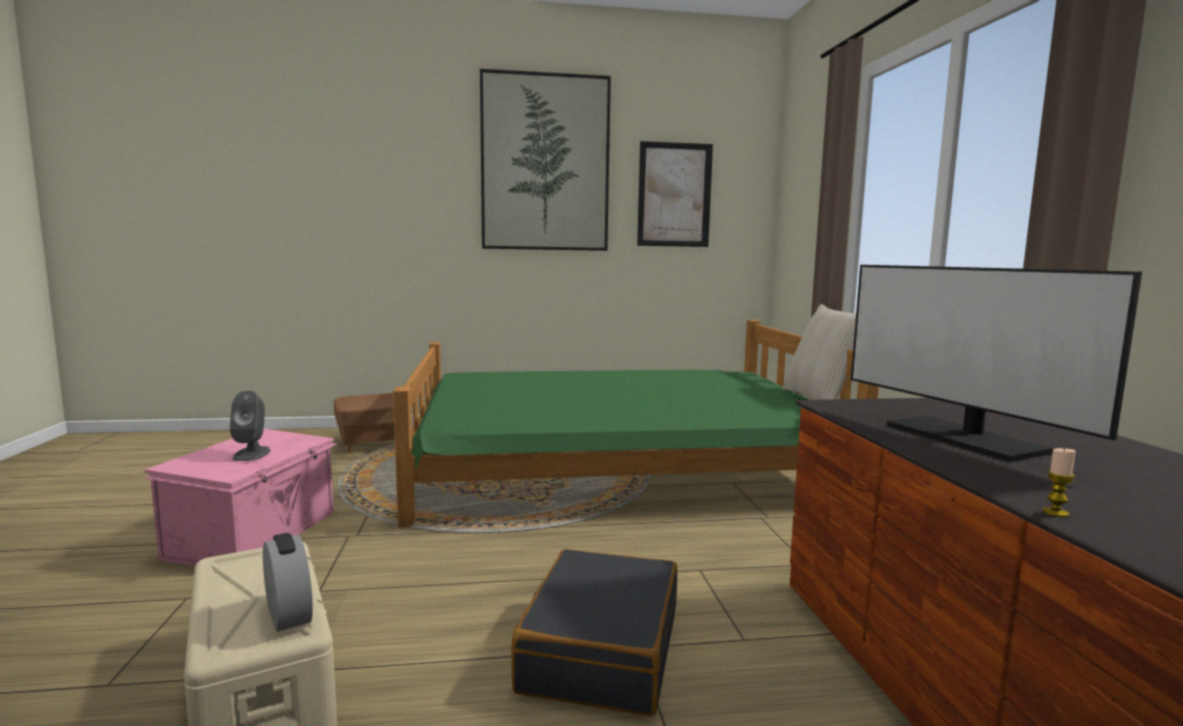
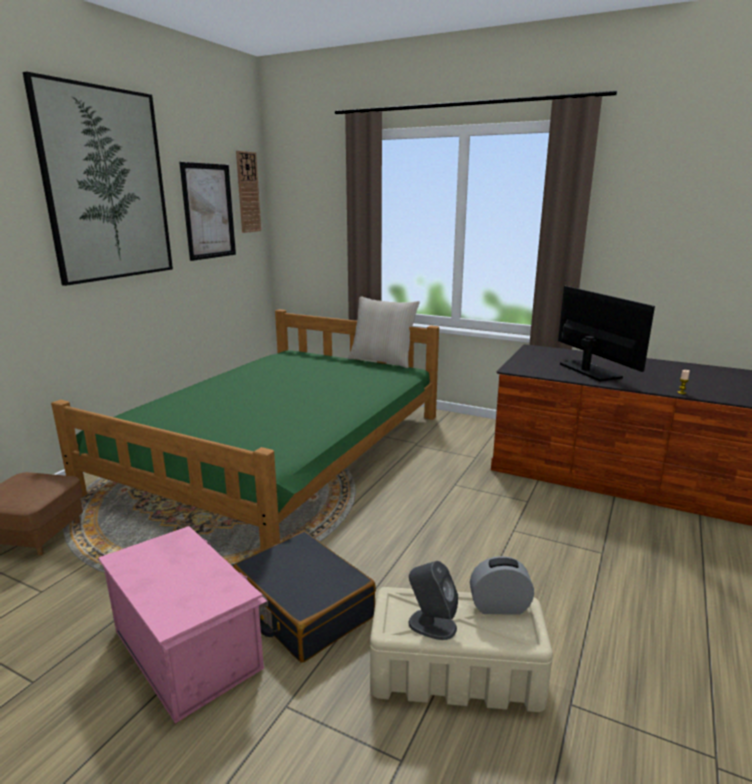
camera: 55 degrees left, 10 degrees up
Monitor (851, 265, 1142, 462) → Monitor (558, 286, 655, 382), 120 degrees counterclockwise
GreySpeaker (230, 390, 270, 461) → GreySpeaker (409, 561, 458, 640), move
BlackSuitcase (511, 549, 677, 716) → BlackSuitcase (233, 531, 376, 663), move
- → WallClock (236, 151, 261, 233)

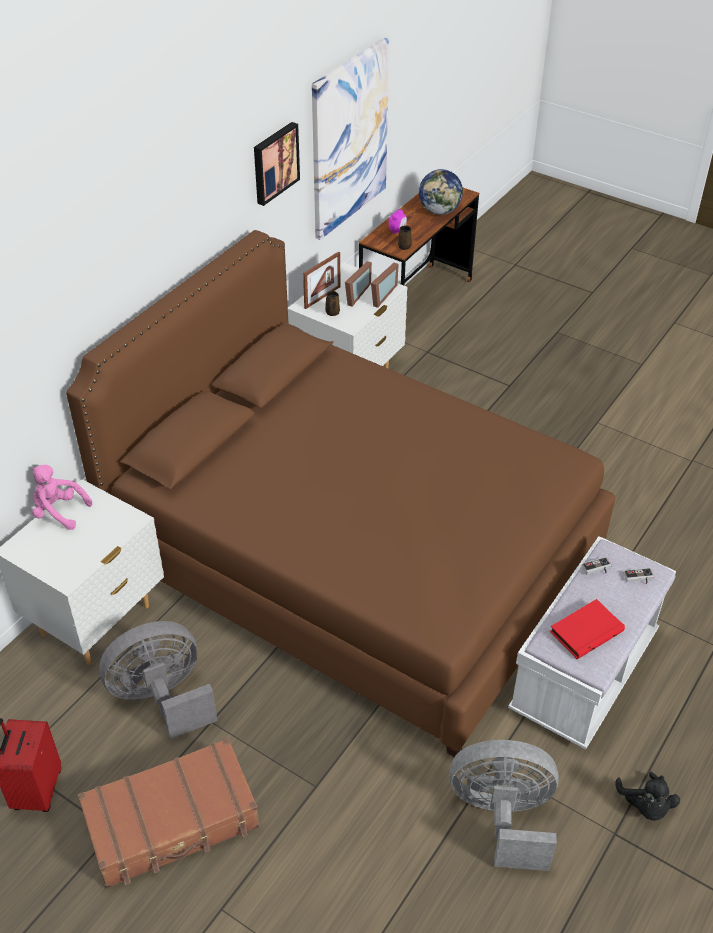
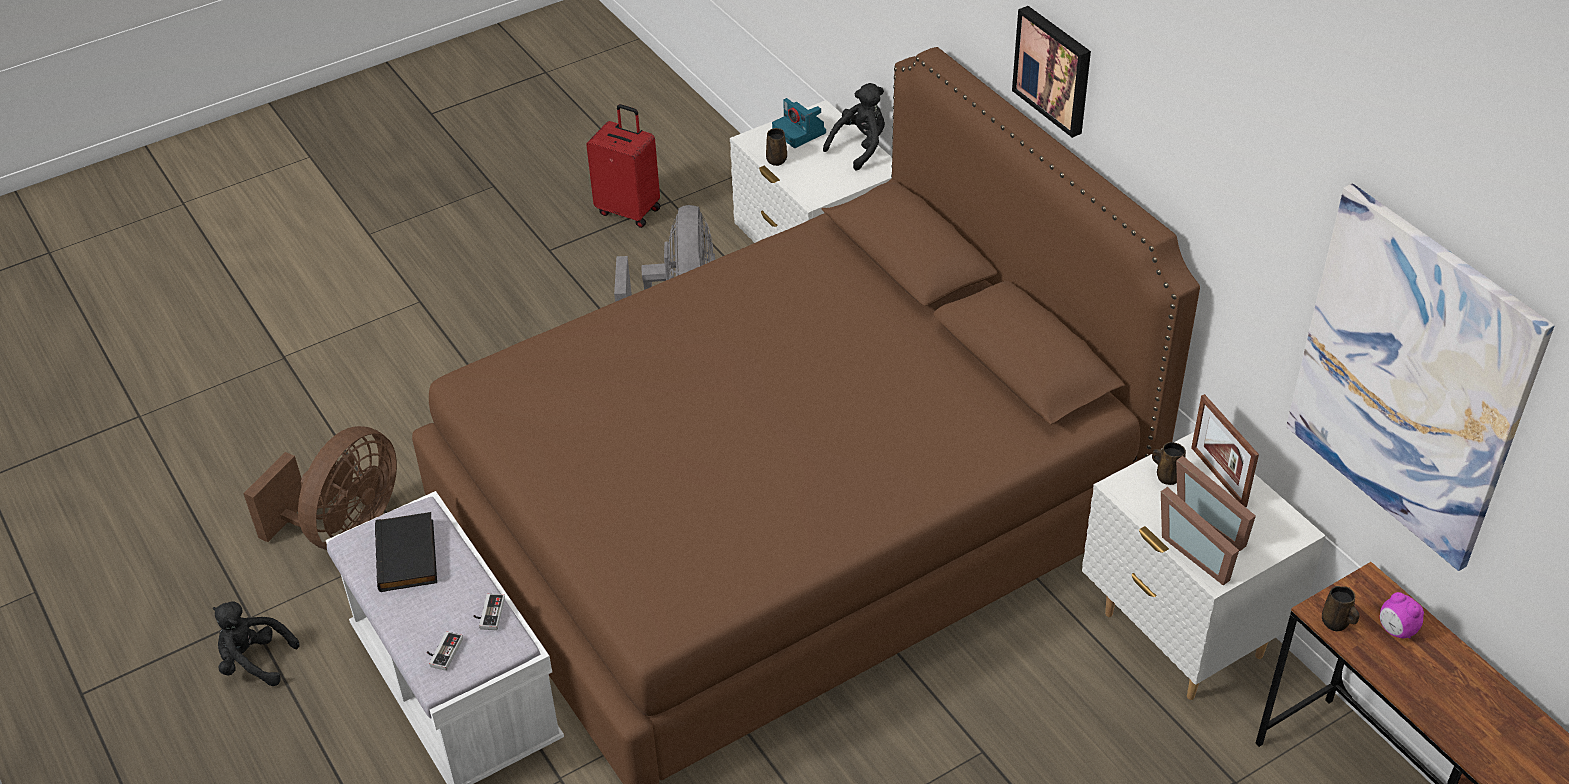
camera: 115 degrees right, 0 degrees up
Picture (254, 122, 300, 206) → Picture (1012, 6, 1091, 138), move
Globe (419, 169, 463, 215) → -
PinkPlushToy (32, 465, 92, 530) → BlackPlushToy (823, 83, 885, 171)
RedBook (550, 599, 625, 659) → BlackBook (375, 512, 437, 592)
BrownSuitcase (78, 738, 260, 888) → -
GreyFan (449, 740, 559, 871) → BrownFan (243, 426, 397, 550)
- → PhotoCamera (772, 98, 826, 148)
- → BrownMug (766, 128, 787, 166)

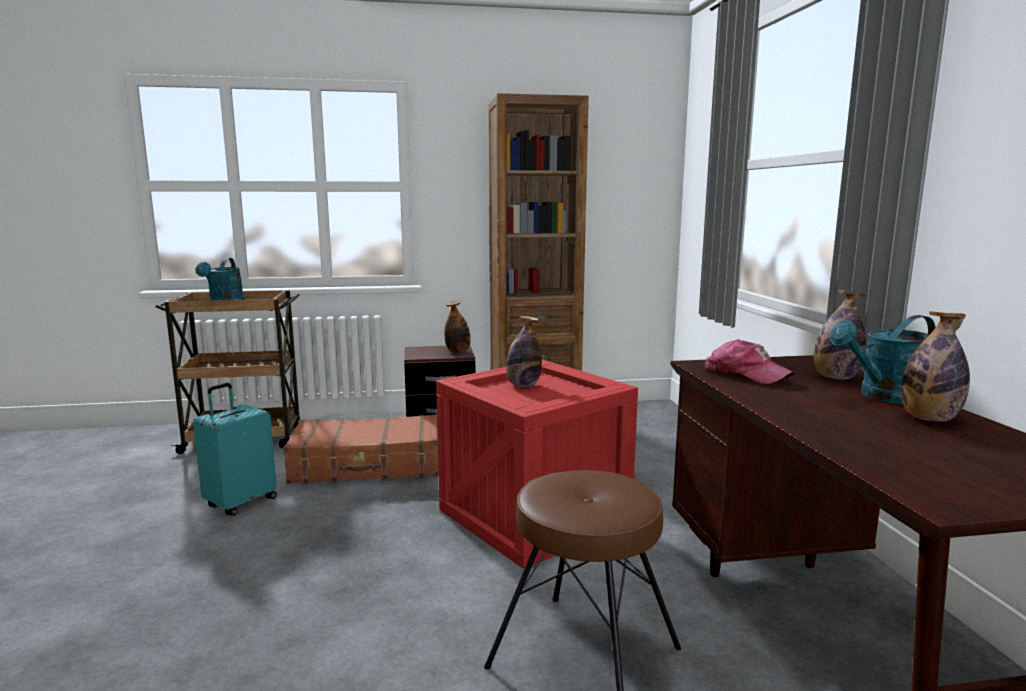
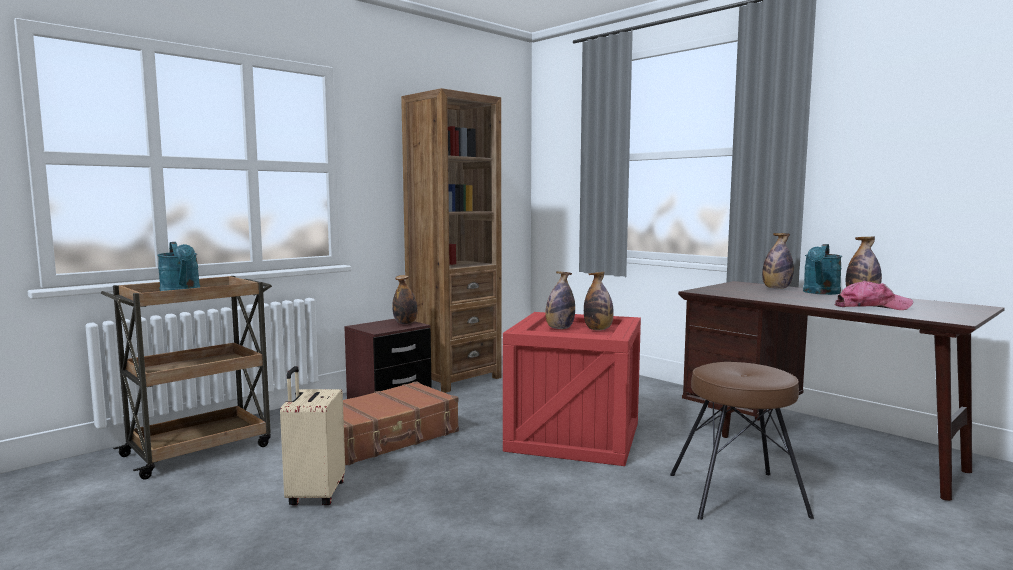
camera: 35 degrees left, 5 degrees down
Cap (705, 339, 794, 384) → Cap (835, 281, 913, 310), move
TurquoiseSuitcase (193, 383, 277, 516) → BeigeSuitcase (280, 366, 345, 505)
- → Bottle (584, 271, 614, 330)

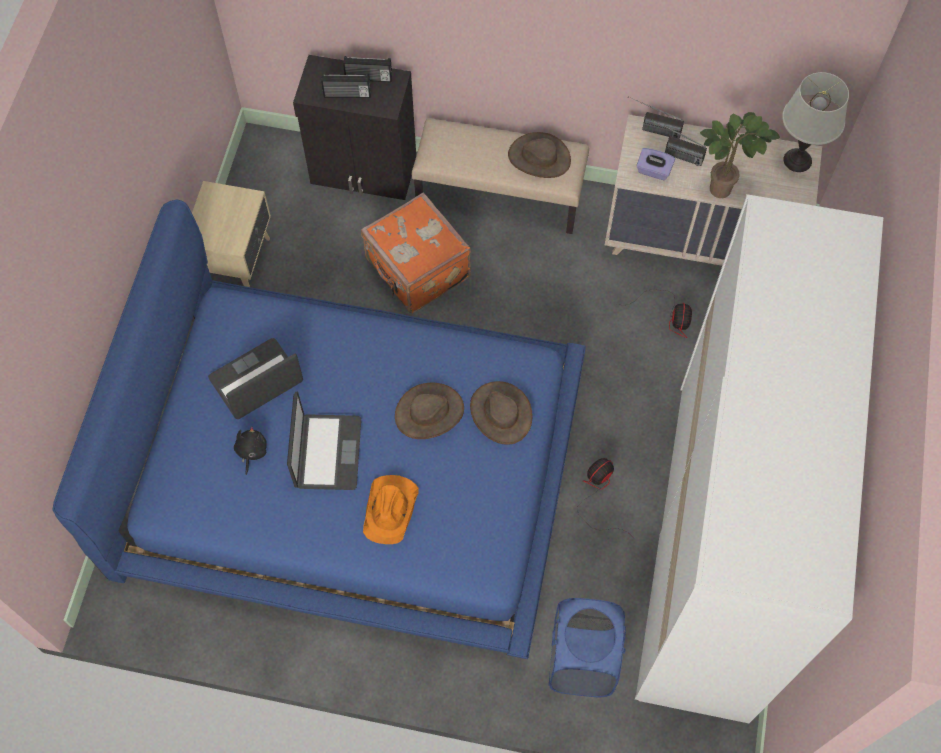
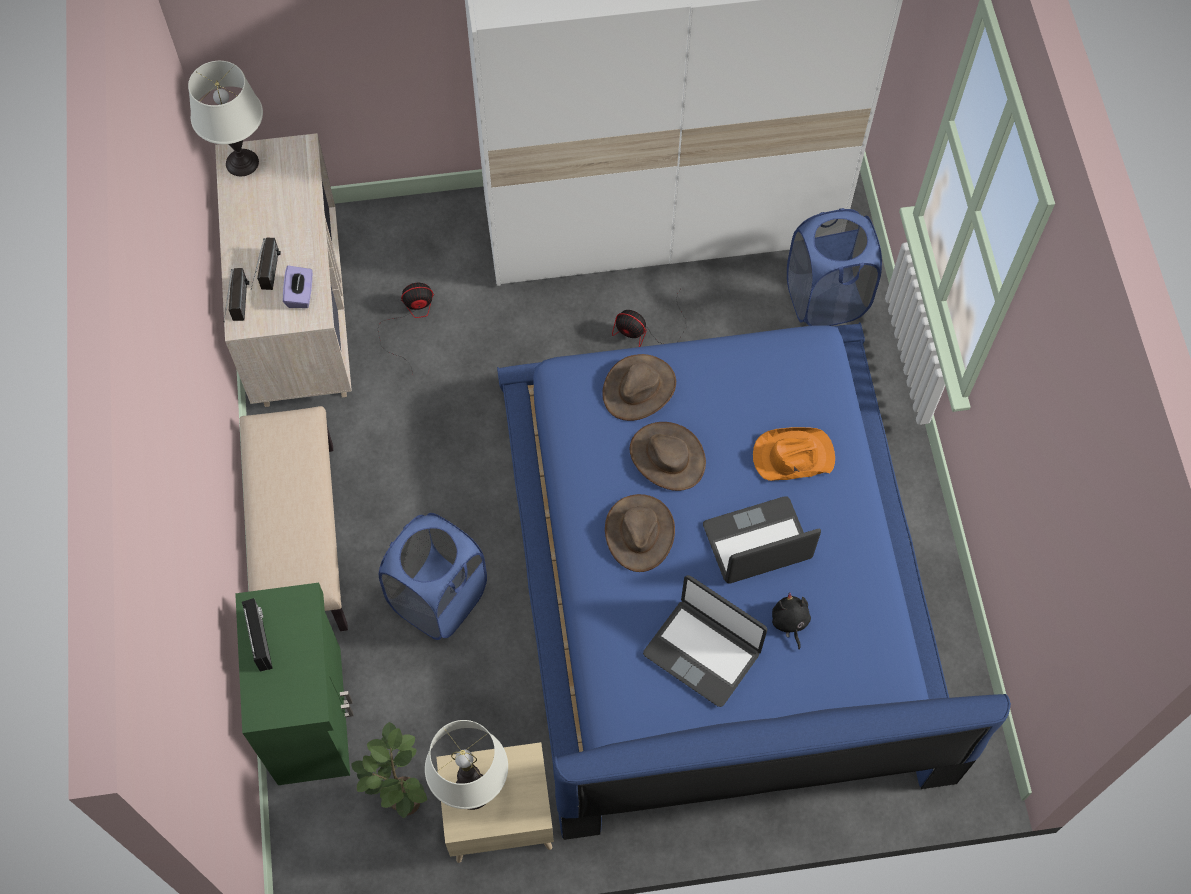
camera: 110 degrees left, 0 degrees up
BlackCabinet (293, 55, 416, 200) → GreenCabinet (235, 583, 353, 785)
Radio (321, 74, 371, 98) → -
PottedPlant (700, 112, 780, 198) → PottedPlant (351, 722, 427, 818), move
BrownHat (508, 132, 571, 178) → BrownHat (605, 494, 675, 572), move
OrangeSuitcase (361, 193, 471, 313) → BlueLaundryBasket (379, 513, 487, 640)
BlackPlushToy (234, 426, 267, 475) → BlackPlushToy (772, 592, 811, 650), 90 degrees clockwise
- → WhiteTableLamp (425, 720, 508, 810)

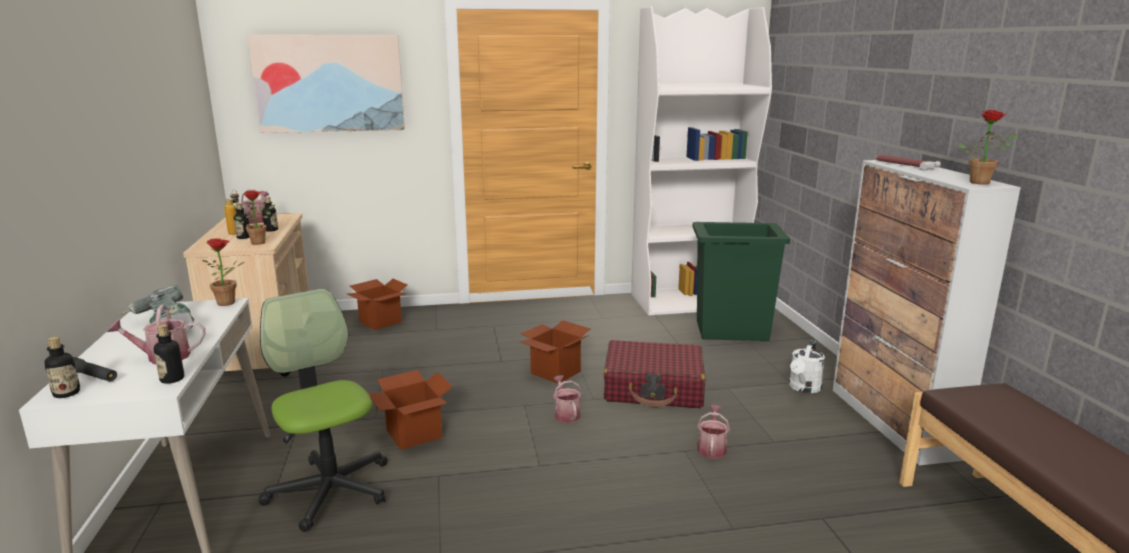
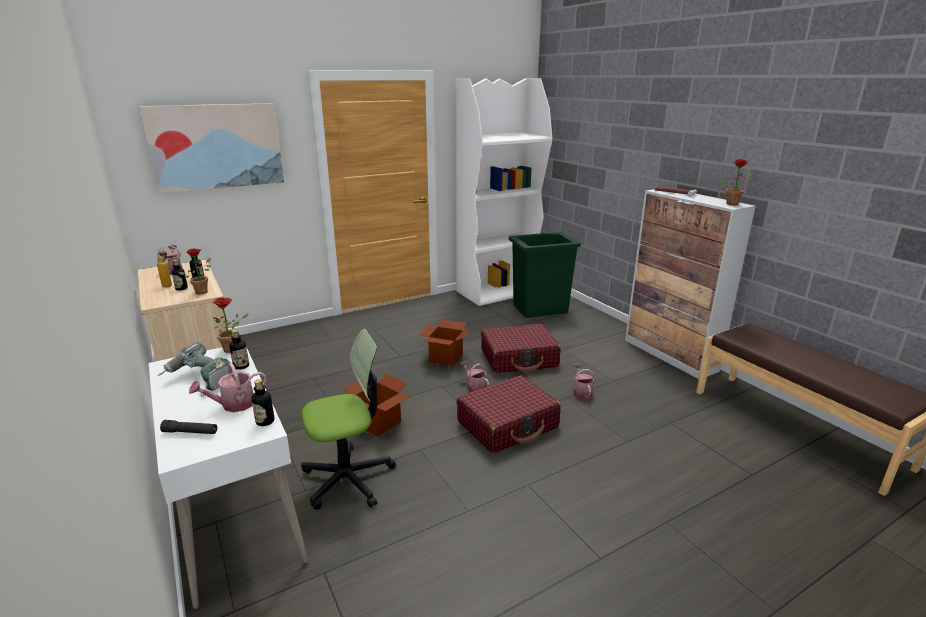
camera: 20 degrees left, 5 degrees up
CardboardBox (347, 279, 407, 330) → -
OfficeChair (259, 289, 388, 532) → OfficeChair (301, 329, 396, 510), 120 degrees clockwise
Bottle (45, 337, 80, 398) → Bottle (229, 330, 249, 370), move
WhiteWateringCan (789, 340, 825, 393) → -
- → RedSuitcase (457, 375, 561, 453)

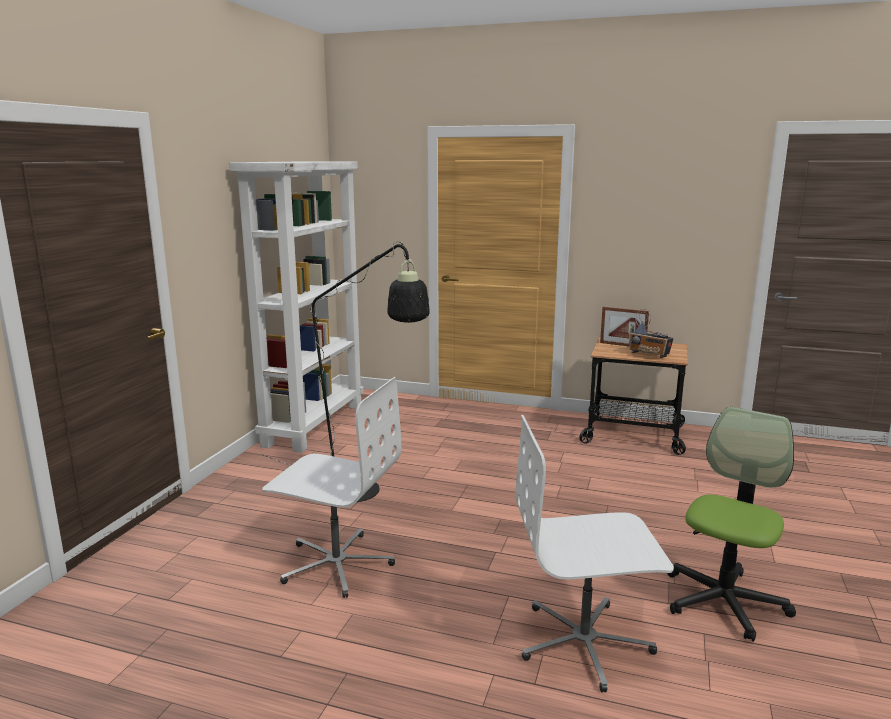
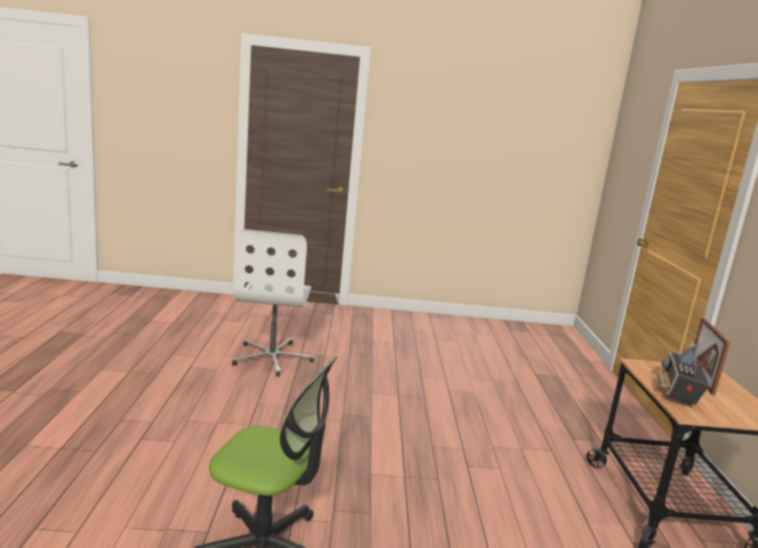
camera: 70 degrees right, 0 degrees up
WhiteBookcase (230, 161, 364, 453) → -
BlackFloorLamp (261, 241, 430, 502) → -
WhiteOfficeChair (515, 415, 674, 693) → -

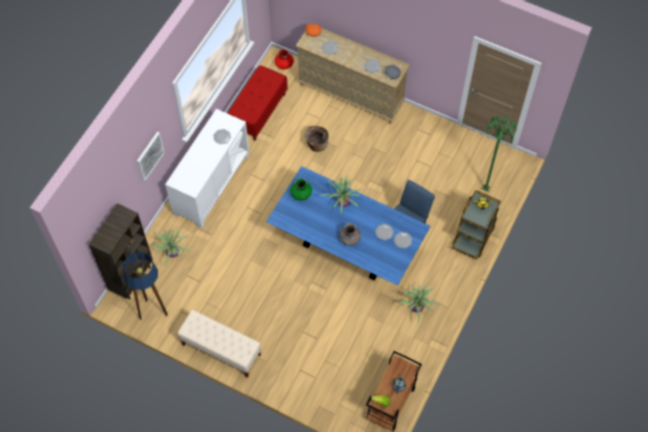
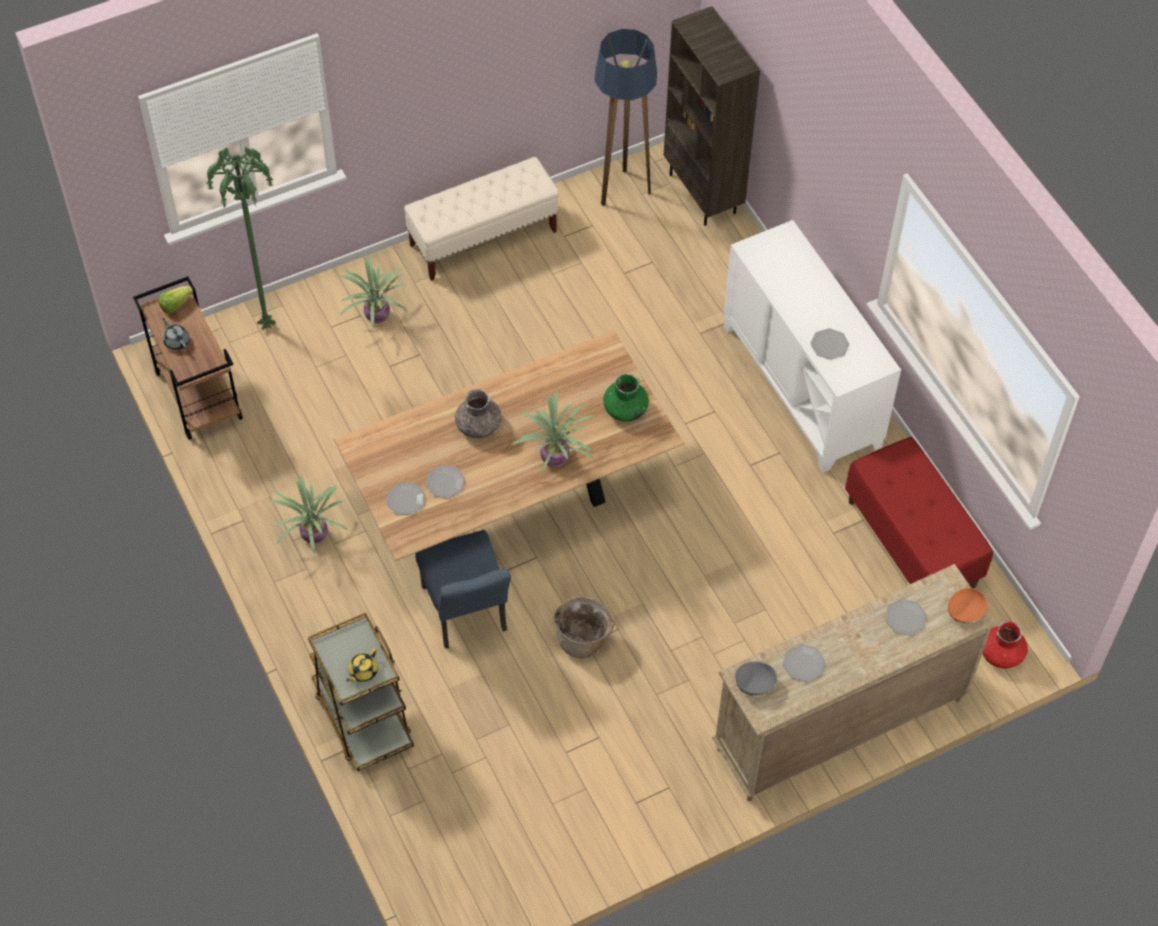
camera: 125 degrees right, 5 degrees down
GreenFloorLamp (482, 115, 517, 192) → GreenFloorLamp (206, 147, 275, 330), move
Basket (305, 126, 329, 152) → Basket (553, 597, 614, 658), move
Picture (137, 132, 165, 181) → -
BlueDiningTable (266, 166, 431, 286) → BrownDiningTable (334, 331, 684, 561)
PottedPlant (152, 229, 190, 268) → PottedPlant (340, 255, 407, 328), move

